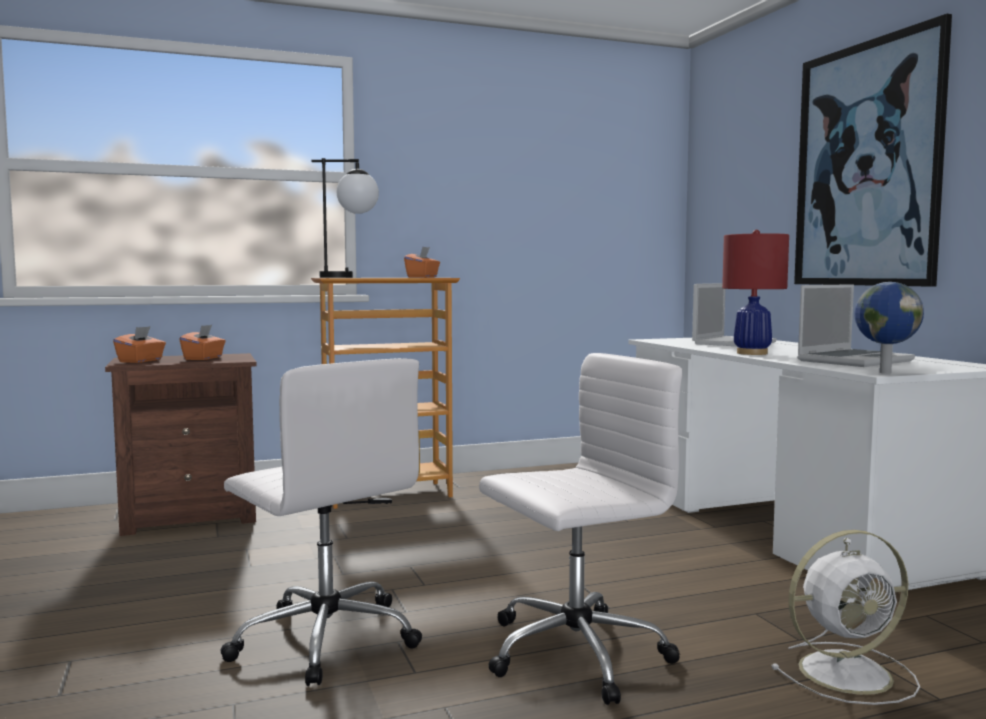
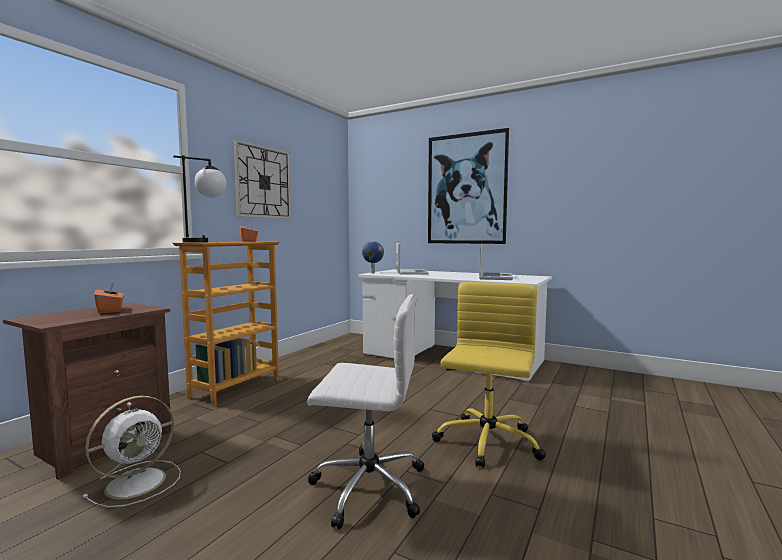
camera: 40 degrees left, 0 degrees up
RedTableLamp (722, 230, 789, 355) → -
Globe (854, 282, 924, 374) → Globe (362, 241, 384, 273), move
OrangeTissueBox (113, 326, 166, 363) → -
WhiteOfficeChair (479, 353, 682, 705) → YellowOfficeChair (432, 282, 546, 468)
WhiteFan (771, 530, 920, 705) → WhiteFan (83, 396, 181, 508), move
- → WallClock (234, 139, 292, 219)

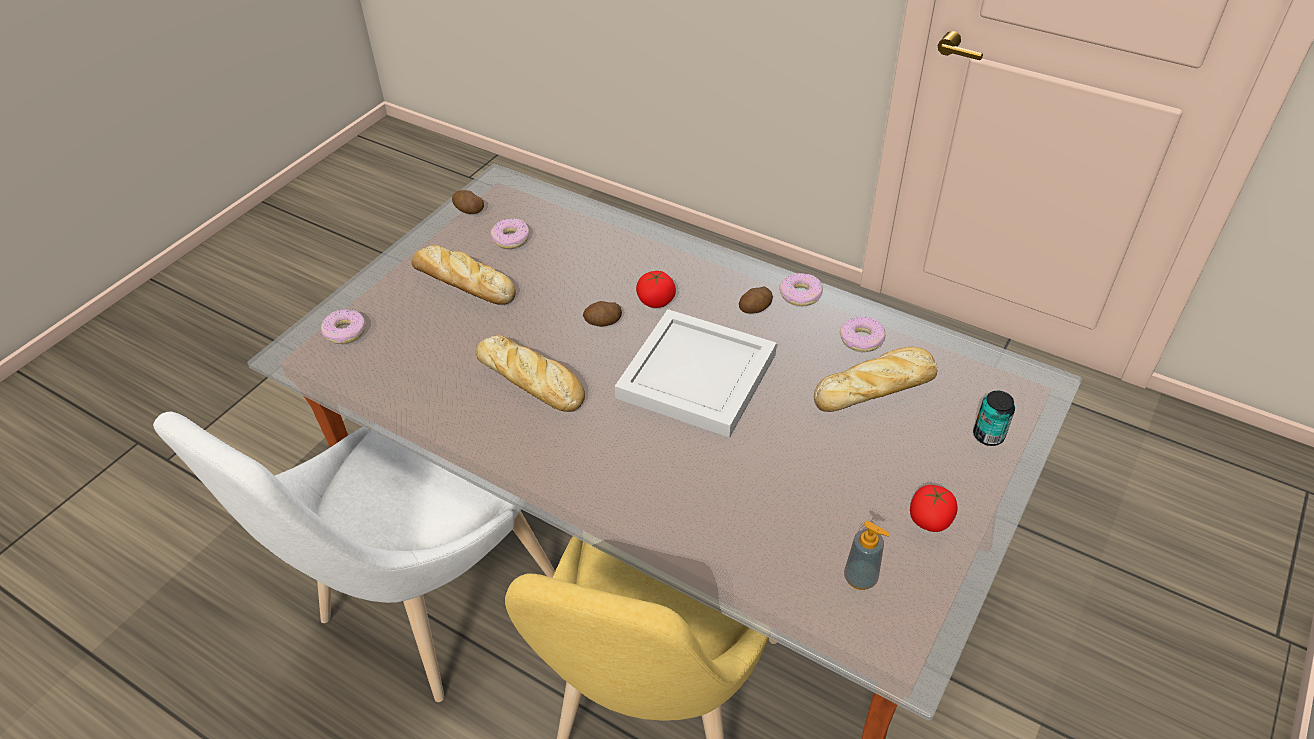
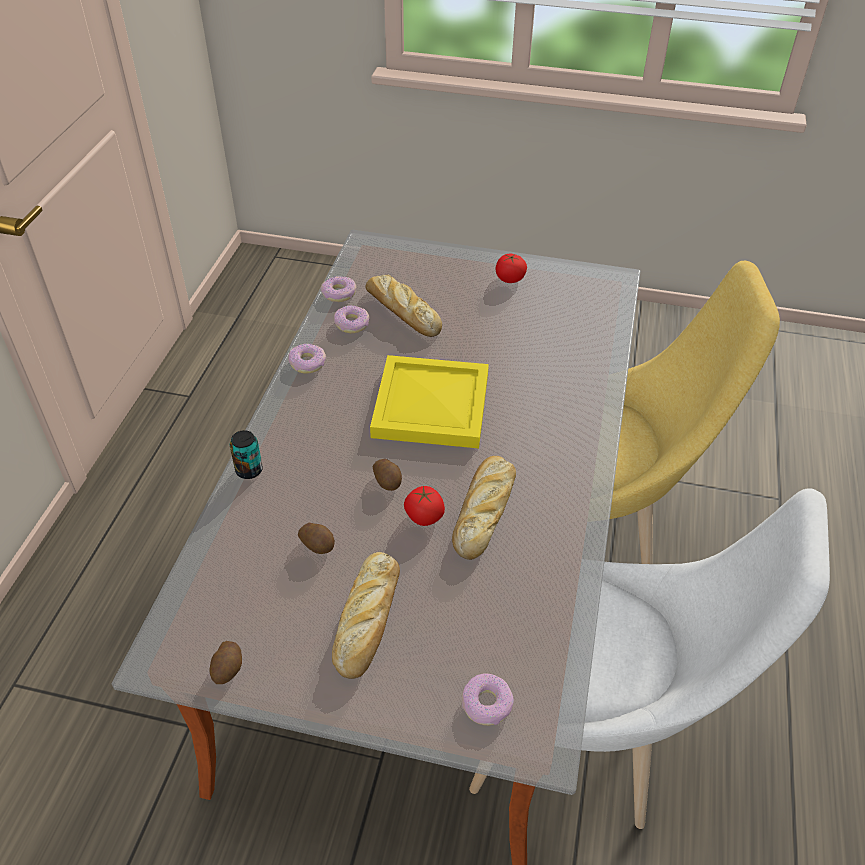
camera: 110 degrees left, 0 degrees up
Donut (490, 219, 529, 249) → Donut (321, 276, 356, 302), move
Tomato (636, 271, 676, 308) → Tomato (404, 486, 445, 526), move
Potato (739, 286, 773, 314) → Potato (298, 523, 335, 554), move
WhiteTray (615, 309, 777, 438) → YellowTray (370, 355, 489, 448)
Can (973, 391, 1015, 446) → Can (230, 430, 263, 479), move
SoapDispenser (844, 521, 890, 590) → -

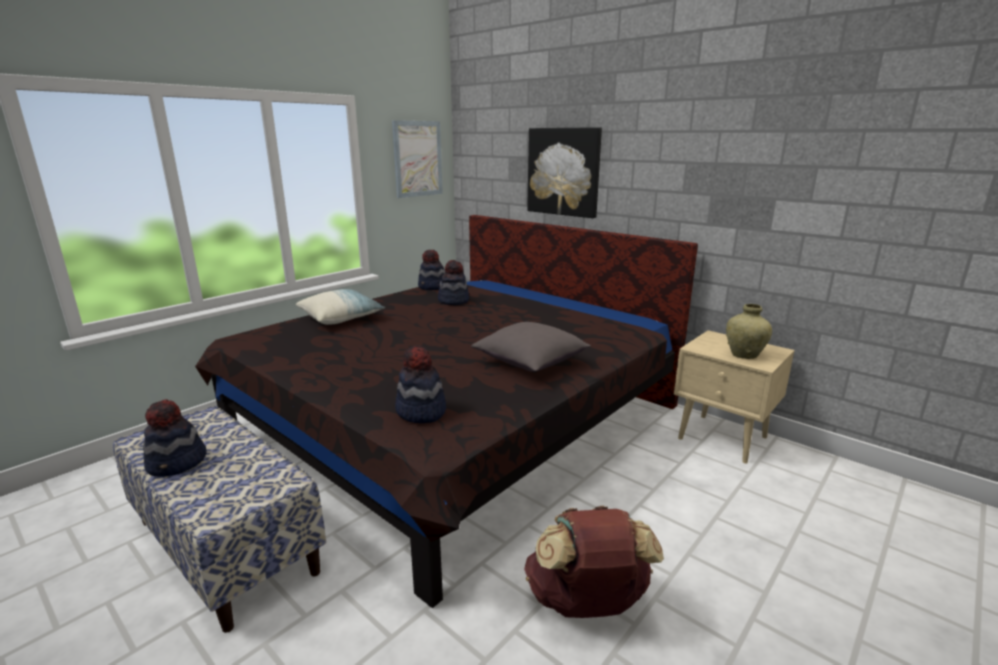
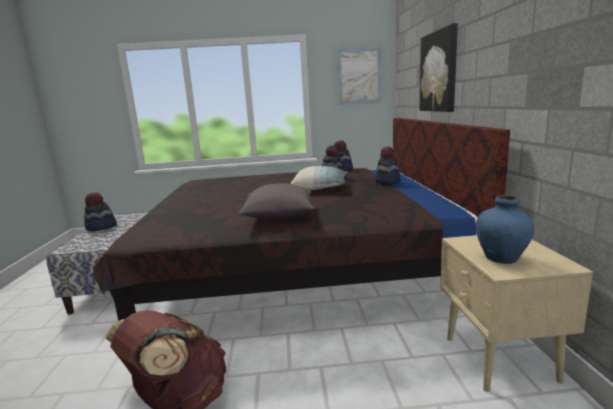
camera: 45 degrees right, 5 degrees down
Pillow (296, 289, 385, 325) → Pillow (290, 166, 347, 190), move
BeigeVase (726, 304, 772, 359) → BlueVase (476, 195, 534, 264)
Hat (395, 345, 446, 423) → Hat (375, 147, 401, 185), move

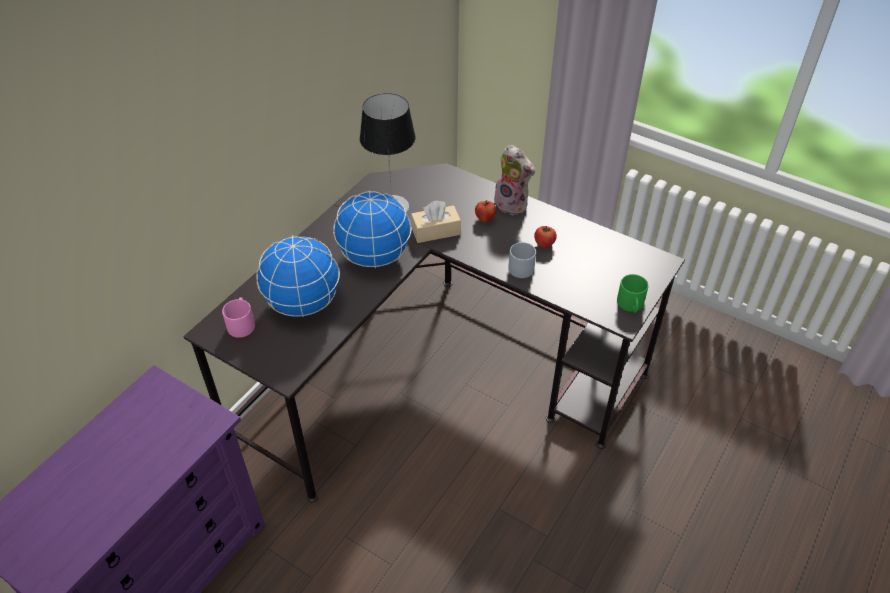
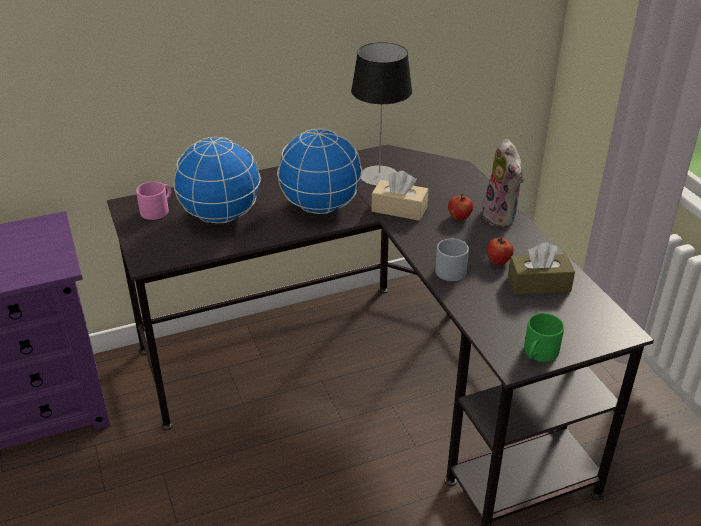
camera: 35 degrees right, 10 degrees down
- → BrownTissueBox (508, 242, 575, 294)

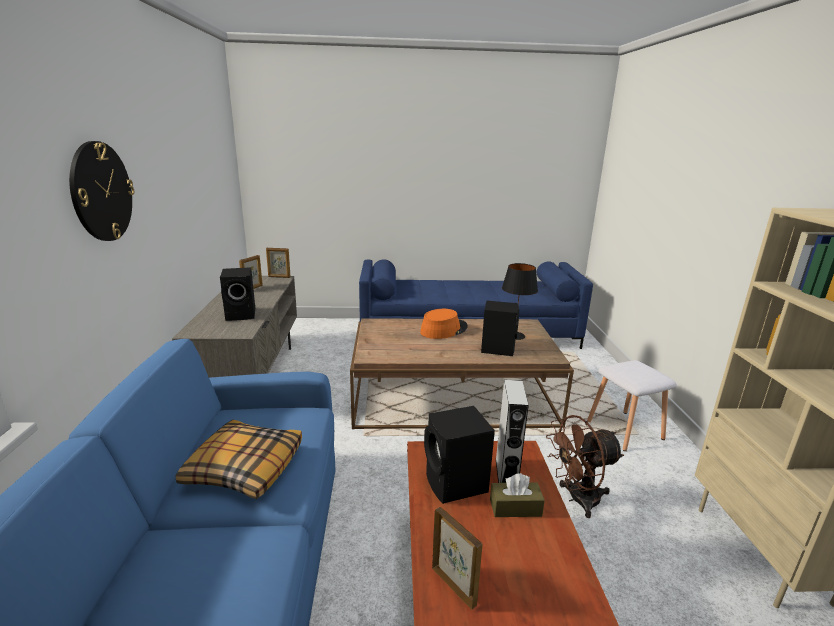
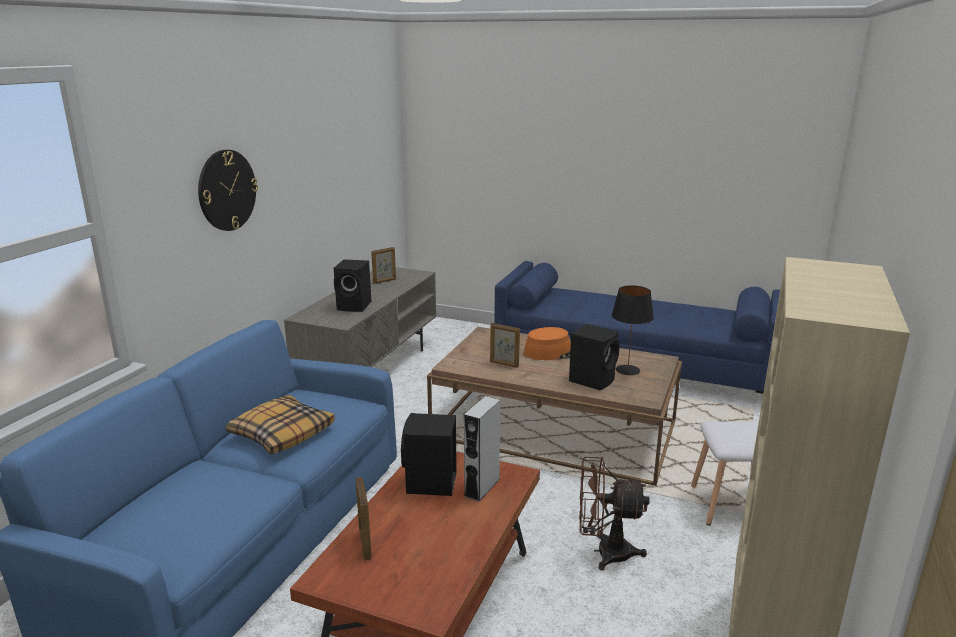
camera: 25 degrees right, 0 degrees up
PictureFrame (266, 248, 290, 278) → PictureFrame (490, 323, 520, 368), move
BrownTissueBox (490, 473, 545, 517) → -

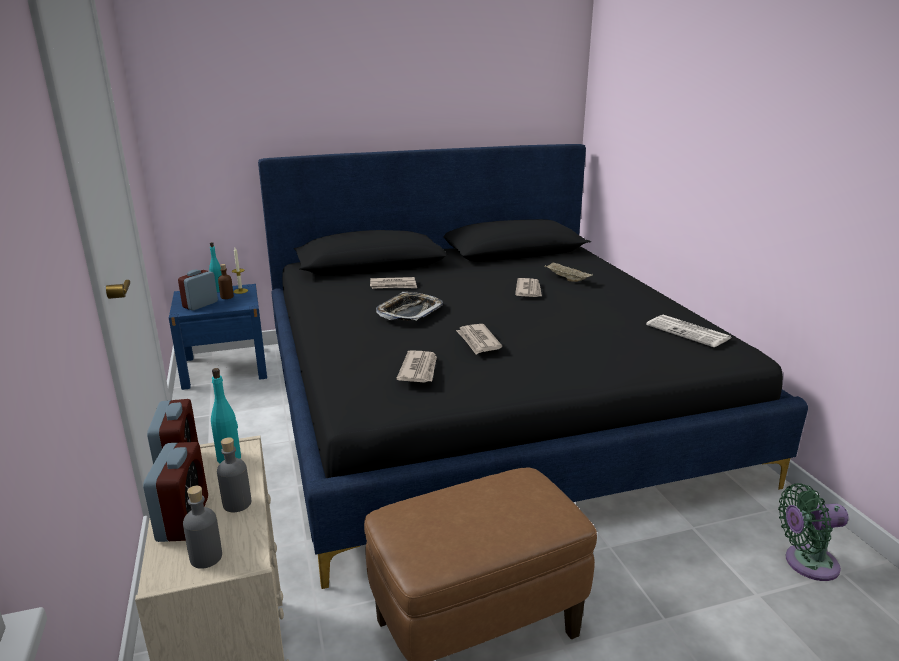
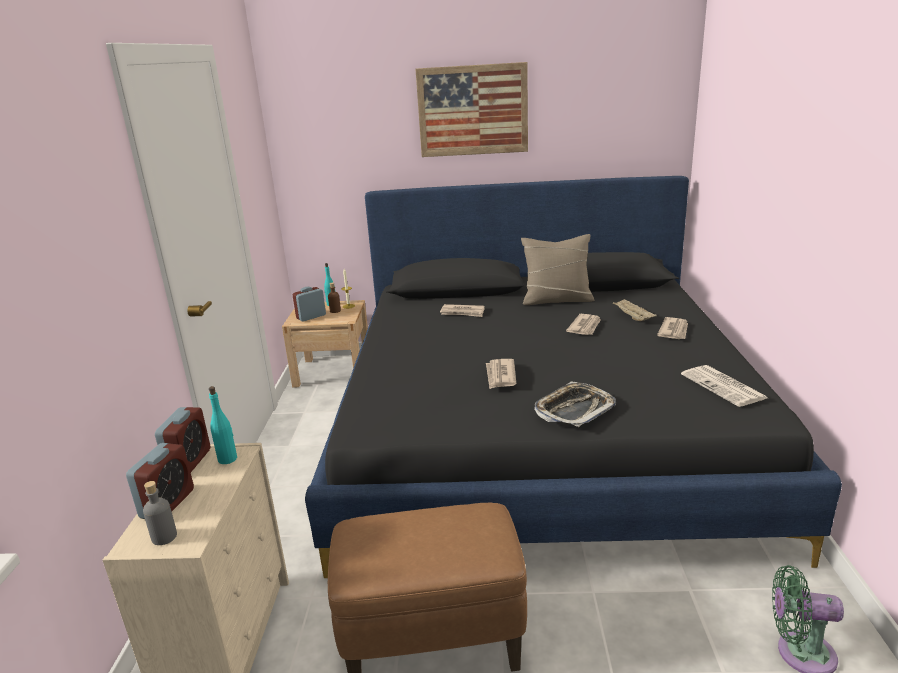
camera: 20 degrees right, 0 degrees up
BlueNightstand (169, 284, 267, 390) → BeigeNightstand (282, 300, 368, 388)
Tray (376, 292, 443, 321) → Tray (534, 382, 616, 427), move
Newspaper (397, 350, 437, 383) → Newspaper (657, 317, 688, 339), move
GreyBottle (217, 437, 251, 512) → -
- → Picture (416, 62, 528, 157)
- → BeigePillow (521, 234, 594, 305)

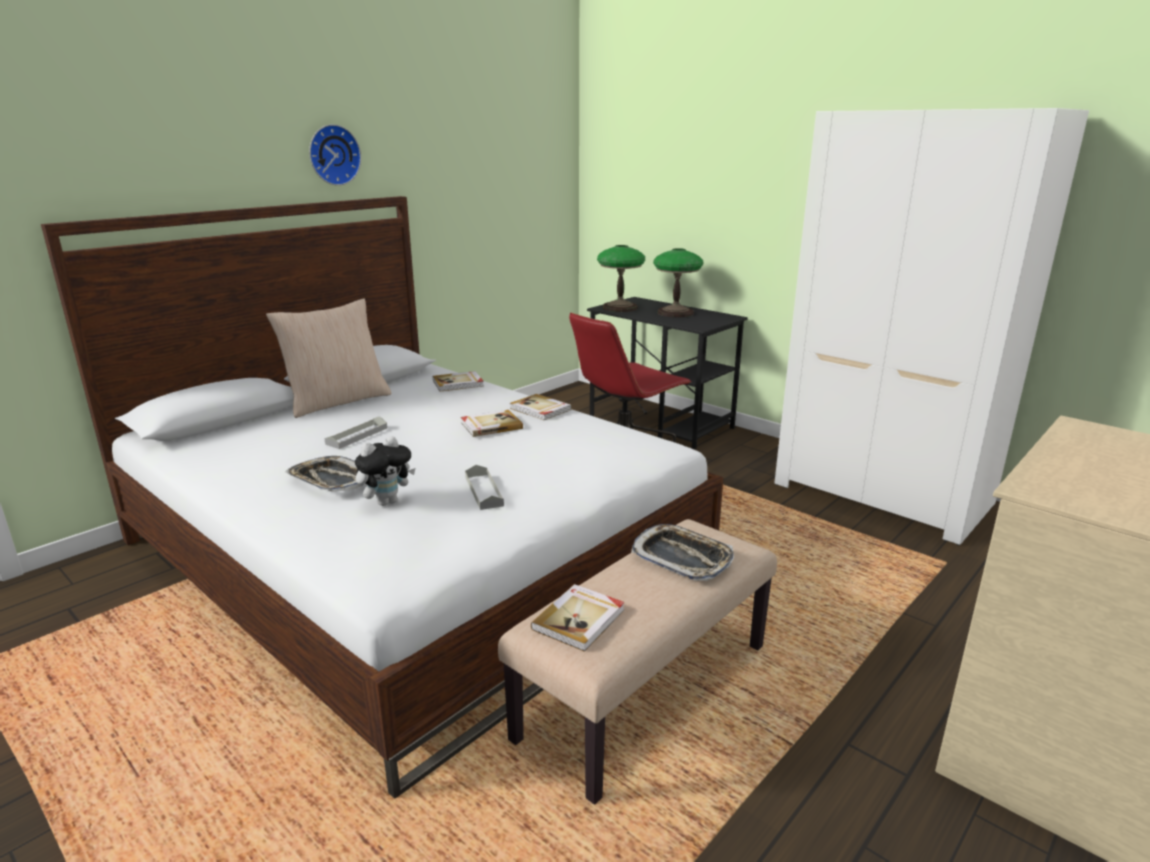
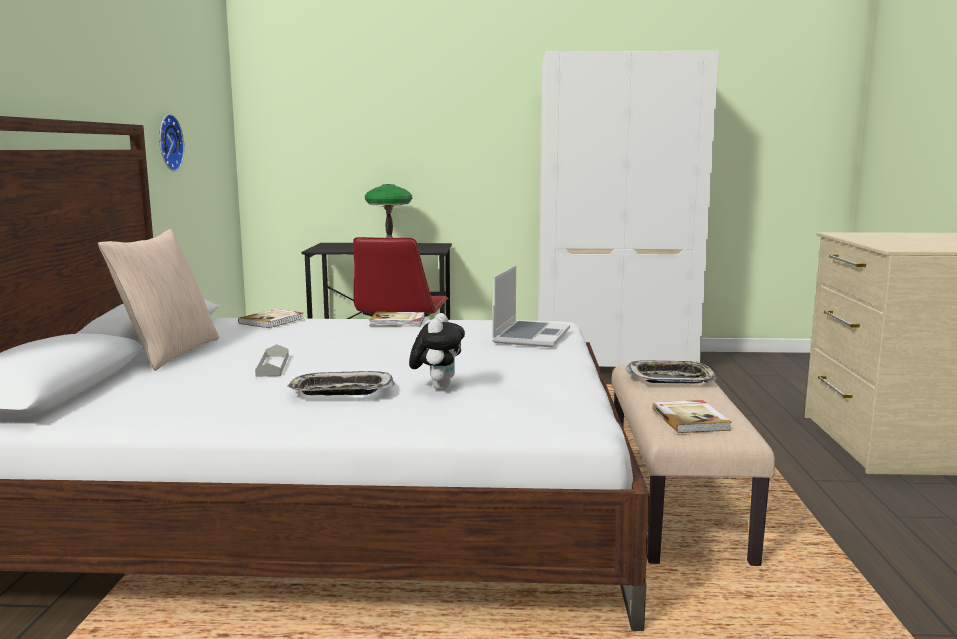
camera: 40 degrees left, 10 degrees down
WallClock (309, 124, 361, 186) → WallClock (159, 114, 184, 171), move
TableLamp (597, 245, 645, 312) → -
Book (461, 410, 523, 437) → -
GreyTray (465, 465, 504, 510) → -
- → Laptop (492, 265, 570, 348)

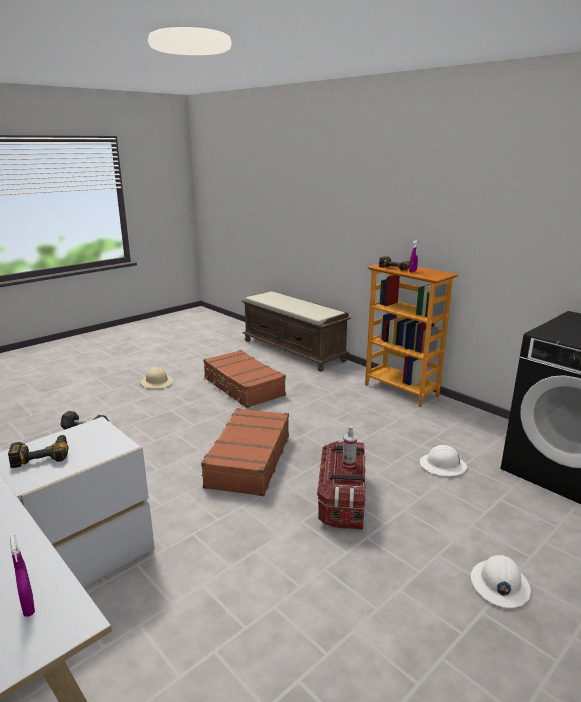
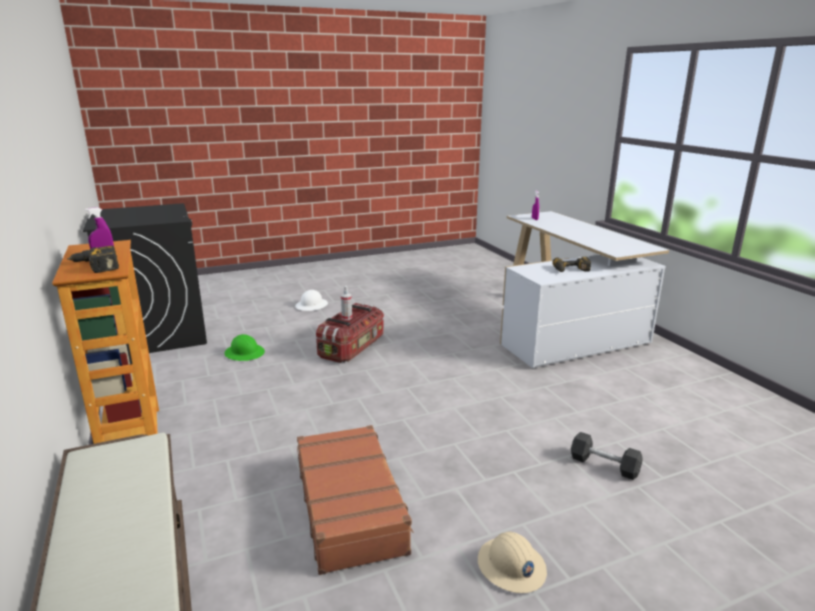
camera: 160 degrees left, 0 degrees up
BrownSuitcase (201, 408, 289, 496) → -
WhiteHardHat (420, 445, 467, 476) → GreenHardHat (225, 334, 265, 361)

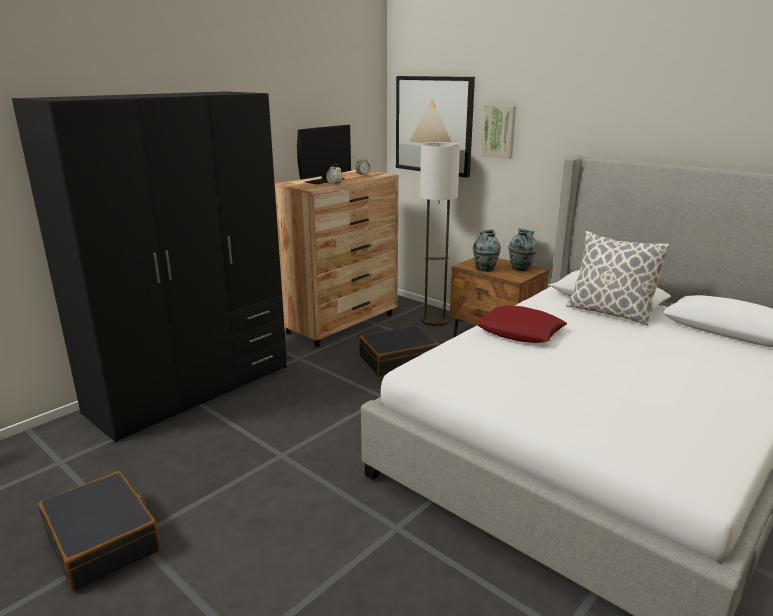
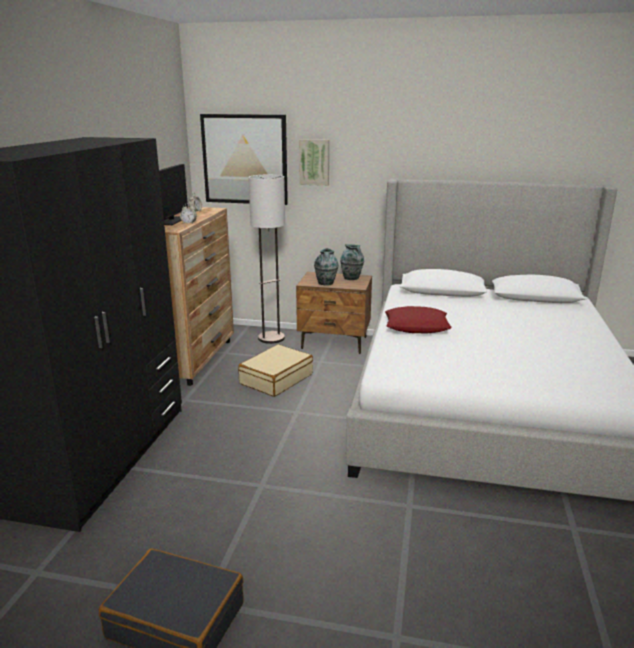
camera: 30 degrees left, 0 degrees up
Pillow (566, 231, 670, 326) → -
BlackSuitcase (359, 325, 439, 377) → BeigeSuitcase (238, 344, 313, 397)

